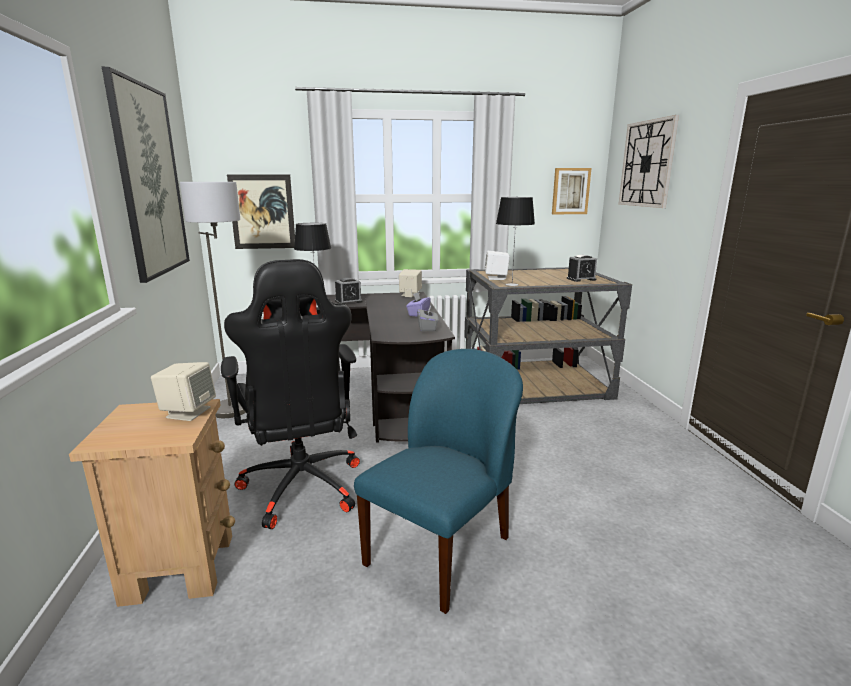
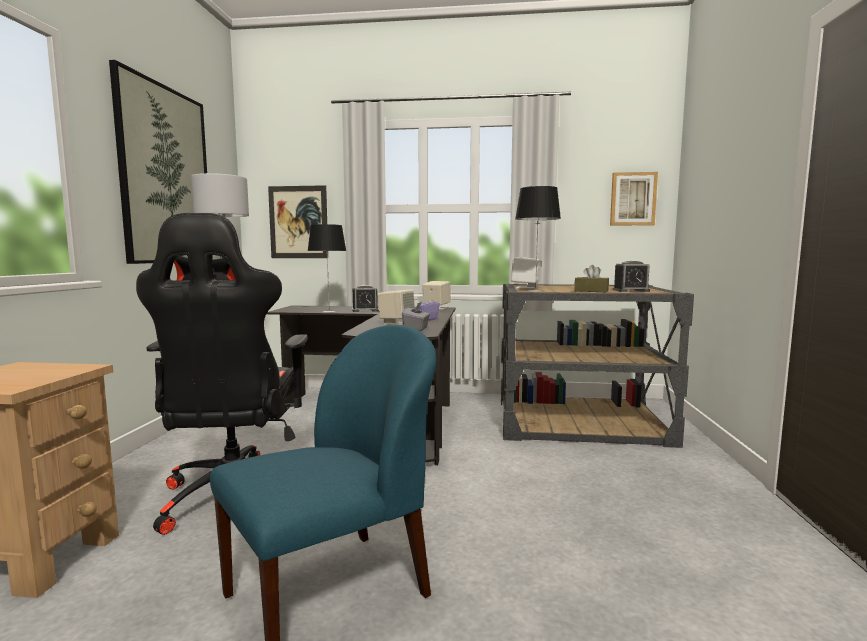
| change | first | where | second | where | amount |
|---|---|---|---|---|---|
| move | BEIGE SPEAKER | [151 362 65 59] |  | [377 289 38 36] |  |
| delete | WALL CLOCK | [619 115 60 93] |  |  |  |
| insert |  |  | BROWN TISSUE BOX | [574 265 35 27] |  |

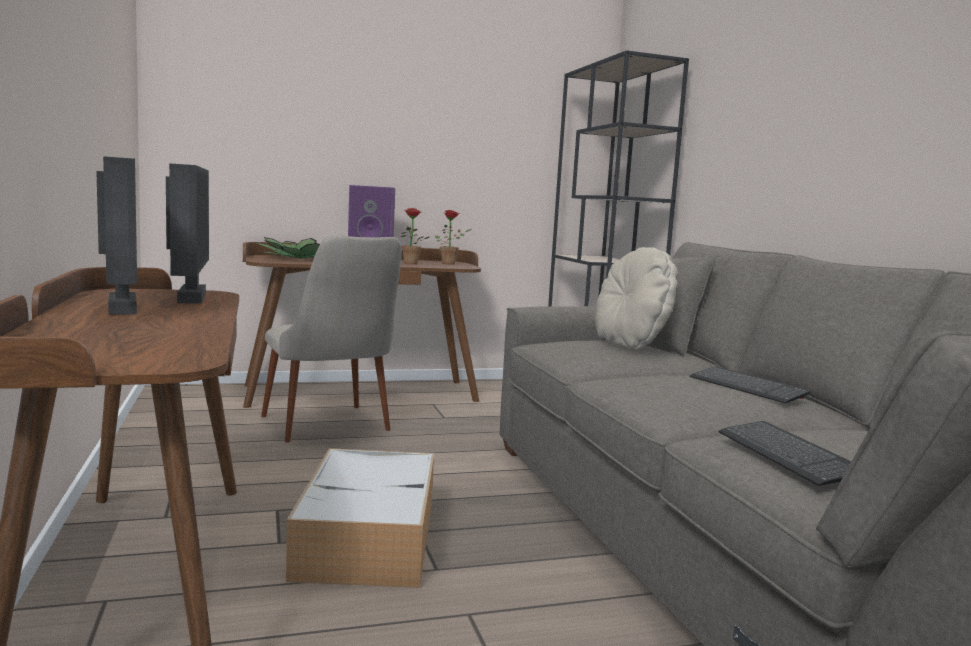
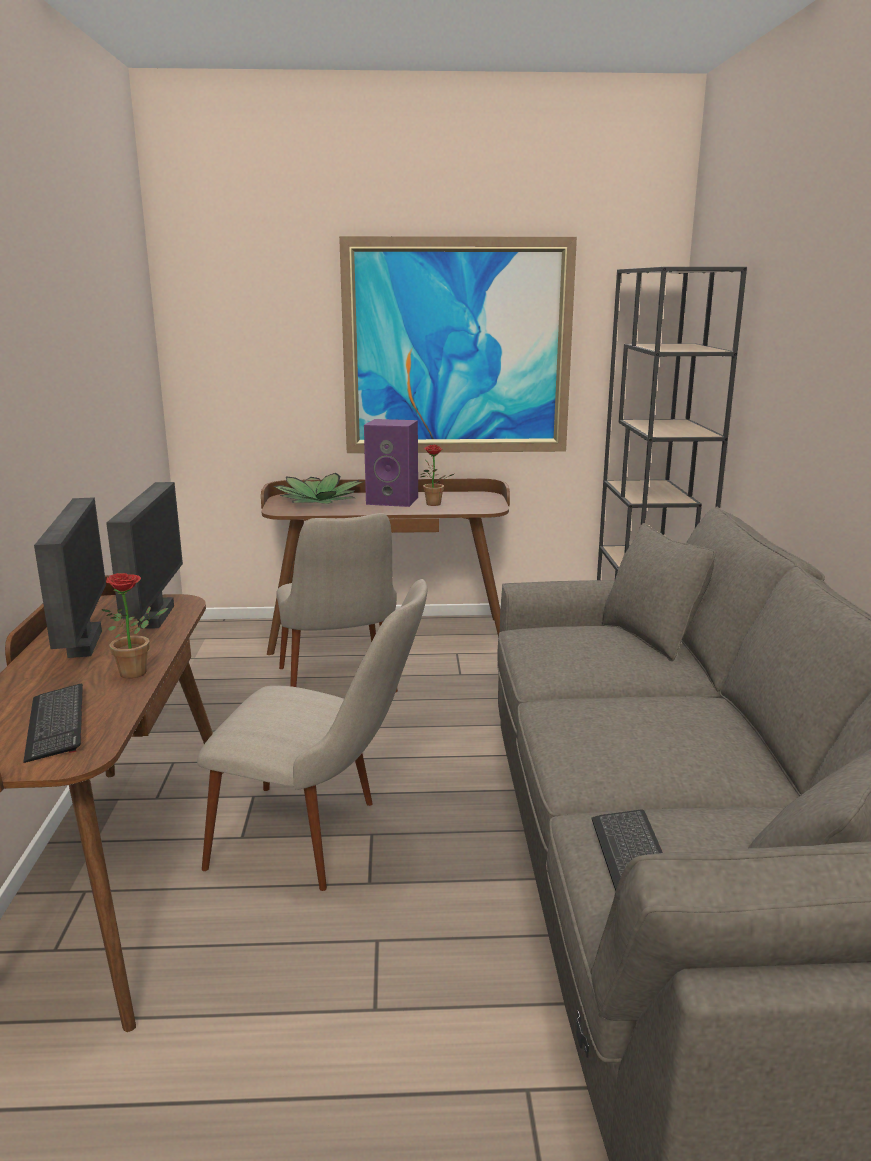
| change | first | where | second | where | amount |
|---|---|---|---|---|---|
| replace | STORAGE BOX | [286 448 148 140] | BEIGE CHAIR | [197 579 230 312] |  |
| move | POTTED PLANT | [435 210 37 54] |  | [102 573 67 106] |  |
| delete | BEIGE PILLOW | [594 247 84 103] |  |  |  |
| move | KEYBOARD | [690 366 121 38] |  | [23 683 60 80] |  |
| insert |  |  | PICTURE | [339 236 238 217] |  |

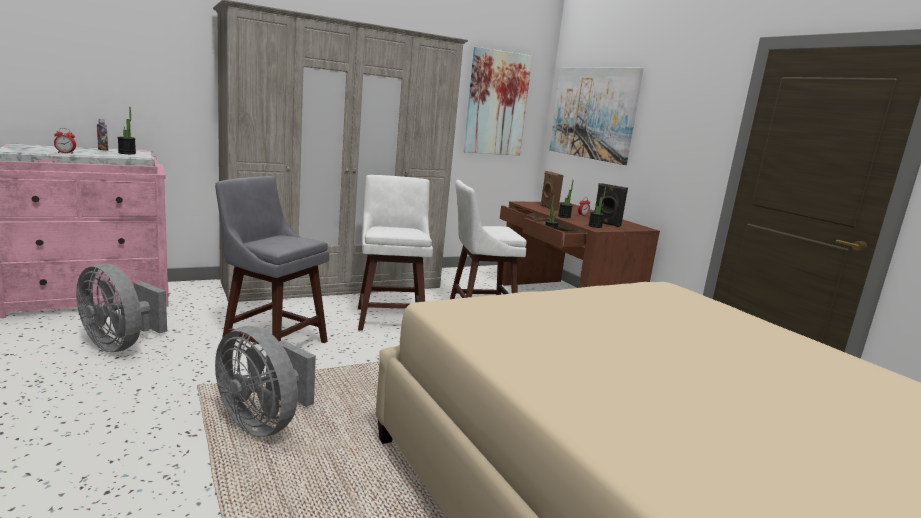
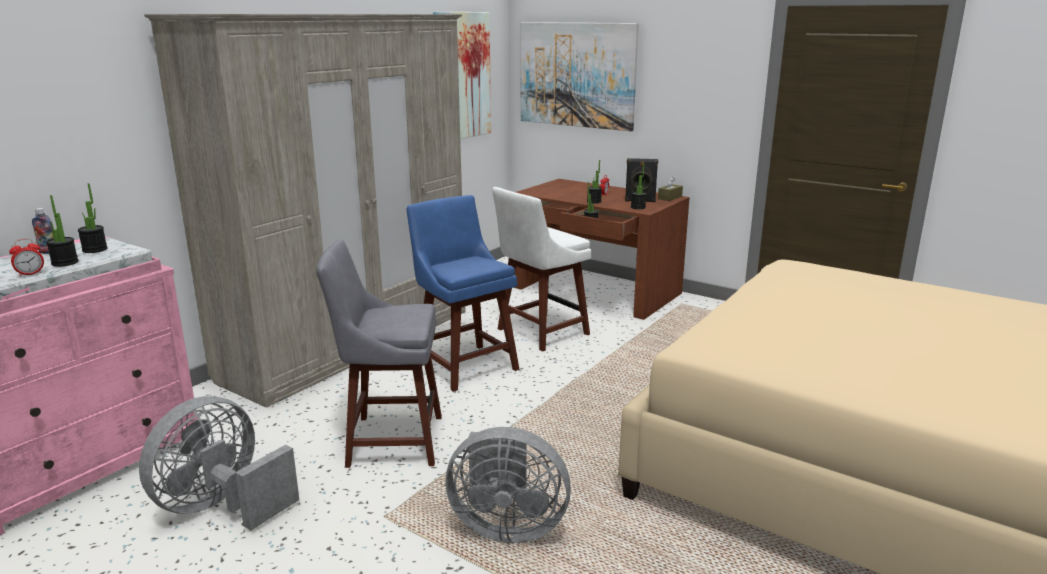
| change | first | where | second | where | amount |
|---|---|---|---|---|---|
| rotate | GREY FAN | [76 263 91 89] |  | [139 396 160 134] | 120 degrees clockwise |
| recolor | WHITE CHAIR | [358 175 75 156] | BLUE CHAIR | [407 195 113 197] |  |
| delete | BROWN SPEAKER | [540 171 23 40] |  |  |  |
| insert |  |  | POTTED PLANT | [46 195 33 72] |  |
| insert |  |  | BROWN TISSUE BOX | [658 177 25 24] |  |

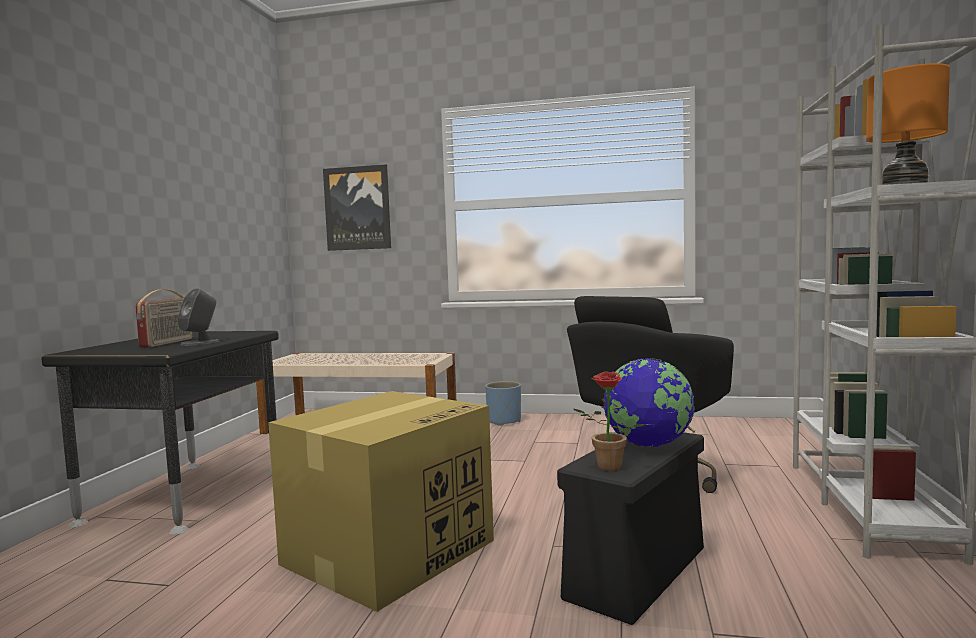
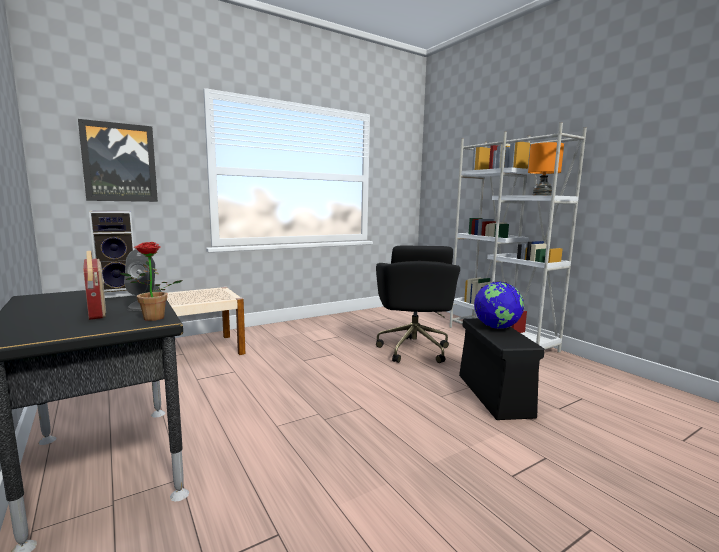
| change | first | where | second | where | amount |
|---|---|---|---|---|---|
| delete | CARDBOARD BOX | [268 391 226 221] |  |  |  |
| delete | BLUE PLANTER | [485 381 36 45] |  |  |  |
| move | POTTED PLANT | [574 371 71 100] |  | [120 242 63 79] |  |
| insert |  |  | SPEAKER | [89 211 45 87] |  |

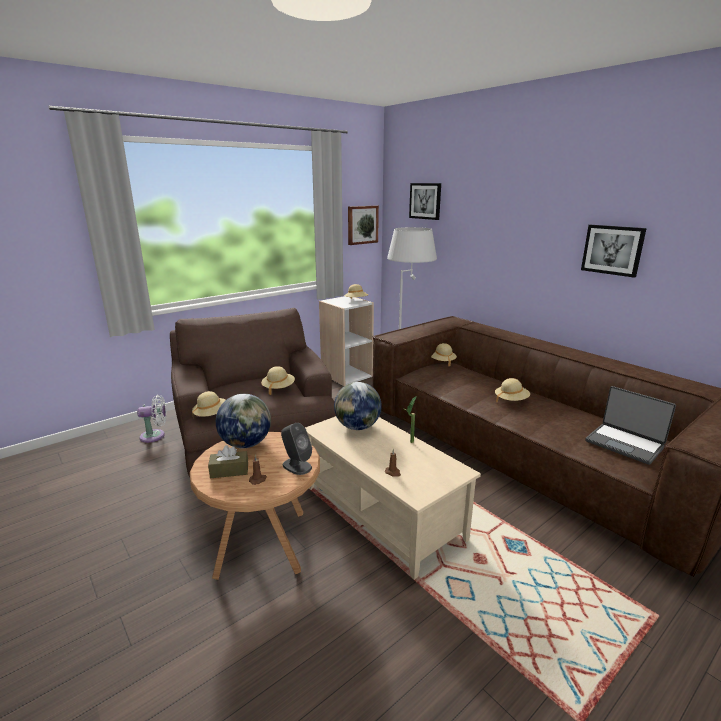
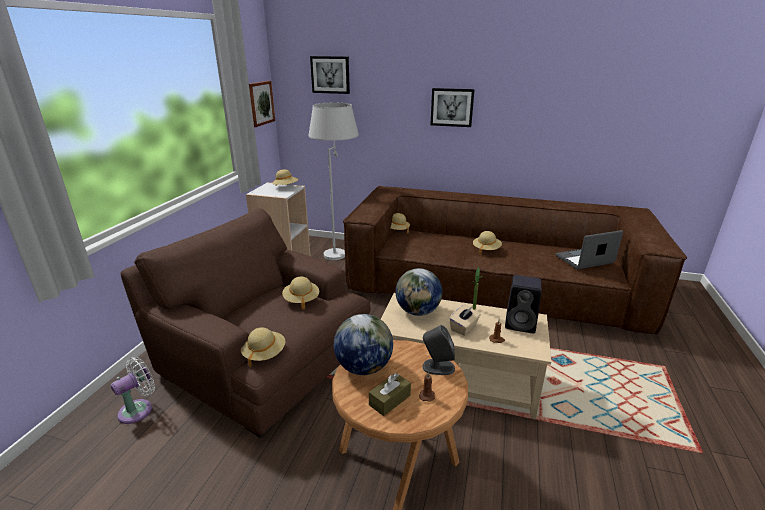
| change | first | where | second | where | amount |
|---|---|---|---|---|---|
| move | PICTURE | [581 225 66 53] |  | [430 88 45 39] |  |
| rotate | LAPTOP | [585 386 91 79] |  | [556 230 67 39] | 150 degrees clockwise |
| insert |  |  | BEIGE TISSUE BOX | [449 304 32 32] |  |
| insert |  |  | BLACK SPEAKER | [505 275 37 58] |  |

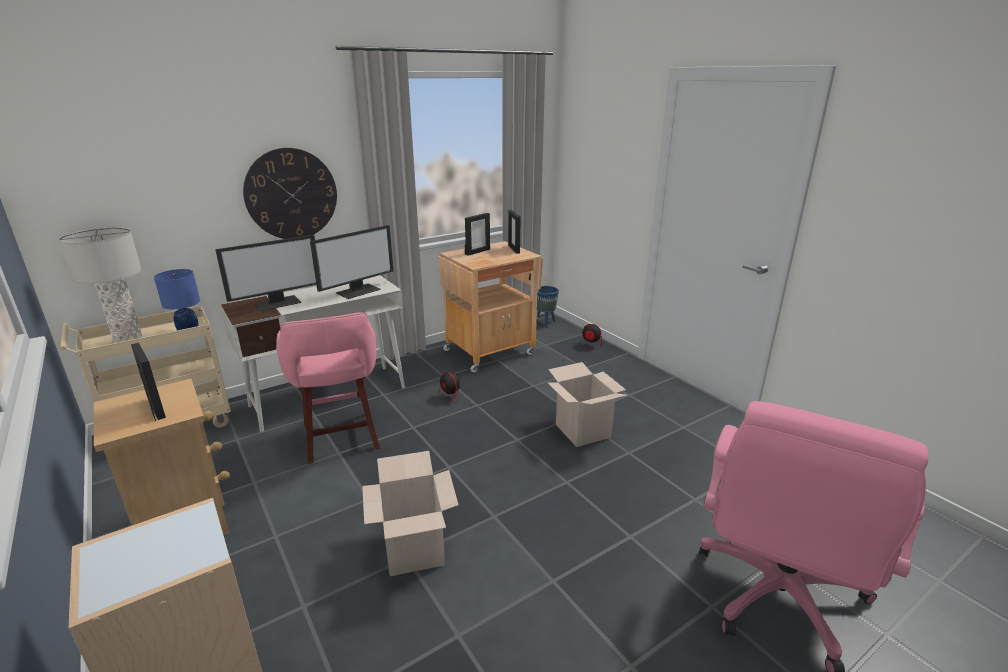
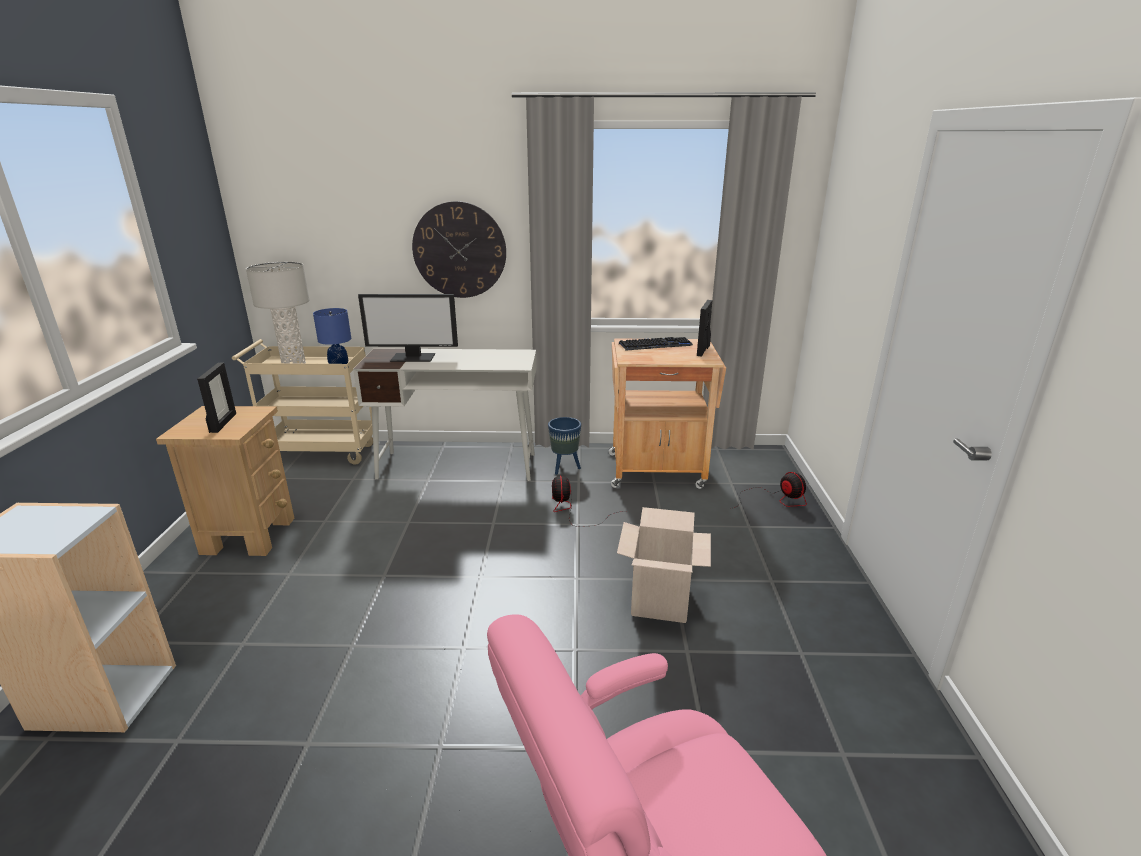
| change | first | where | second | where | amount |
|---|---|---|---|---|---|
| delete | PINK STOOL | [276 312 104 152] |  |  |  |
| delete | MONITOR | [310 225 84 74] |  |  |  |
| delete | CARDBOARD BOX | [362 451 96 125] |  |  |  |
| replace | PICTURE FRAME | [465 213 25 43] | KEYBOARD | [619 337 74 14] |  |
| move | BLUE PLANTER | [537 286 22 42] |  | [548 417 33 58] |  |

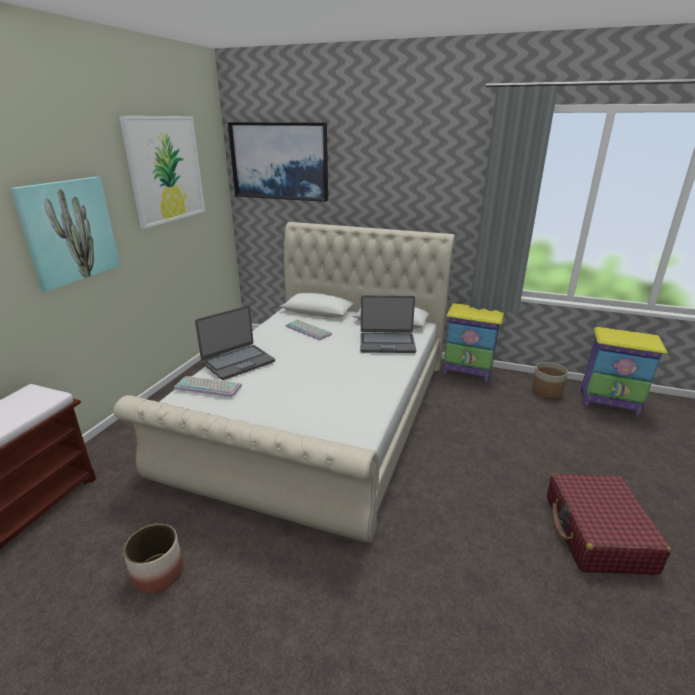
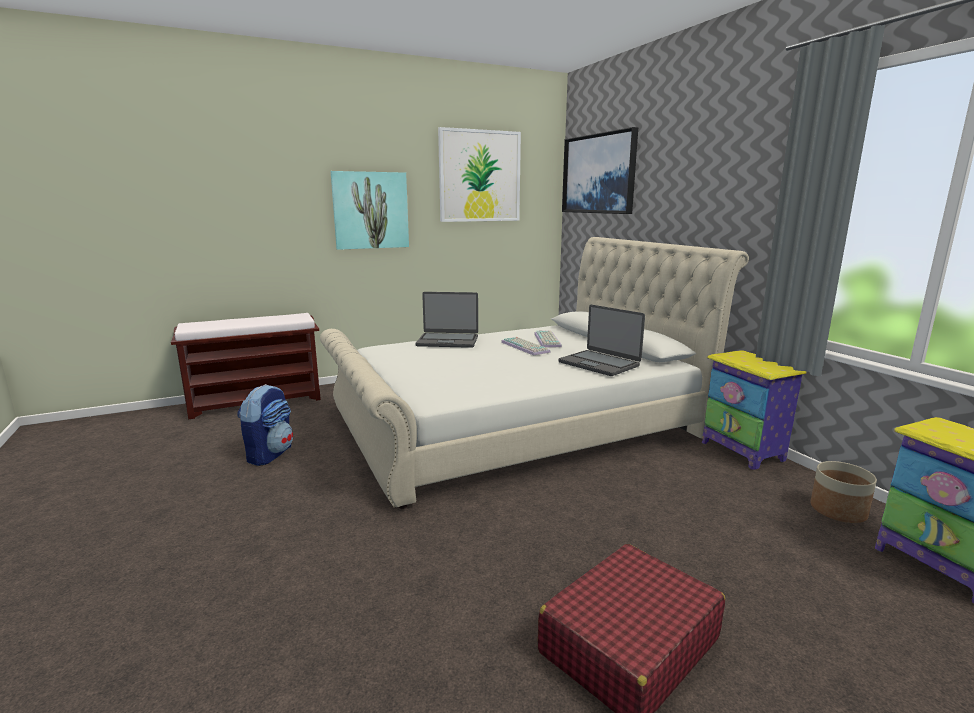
| change | first | where | second | where | amount |
|---|---|---|---|---|---|
| replace | PLANTER | [123 523 60 71] | BACKPACK | [237 384 56 82] |  |
| move | KEYBOARD | [174 376 68 21] |  | [501 337 50 18] |  |

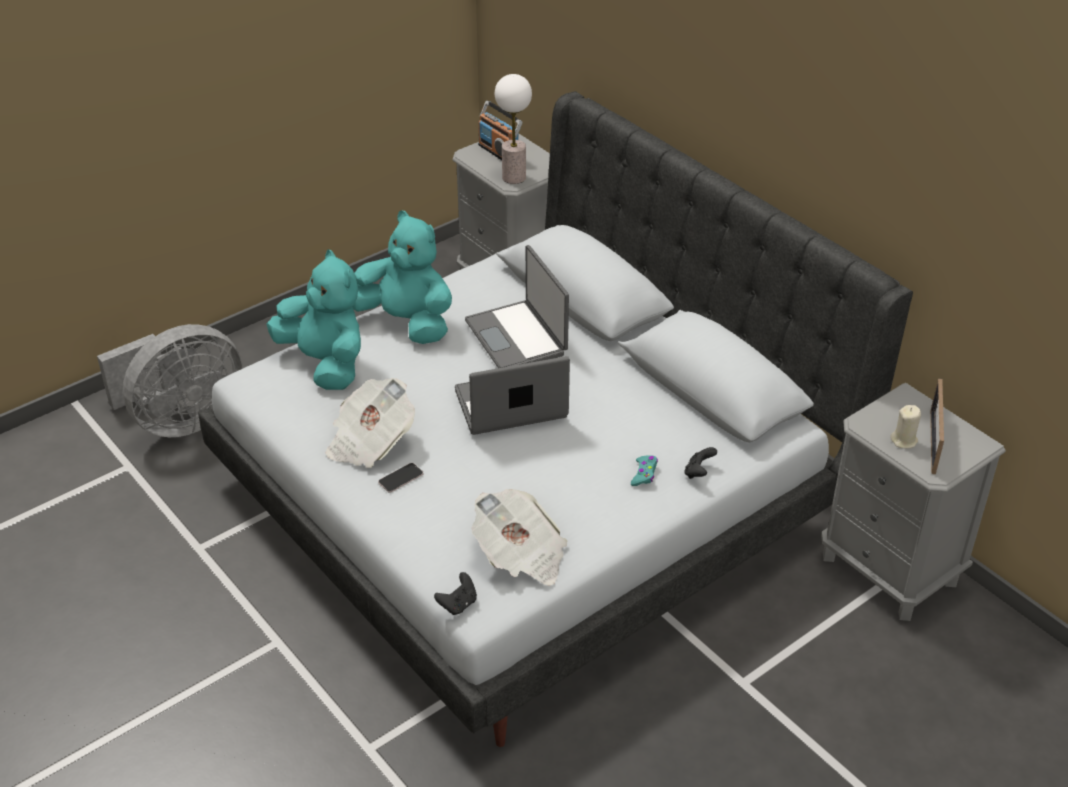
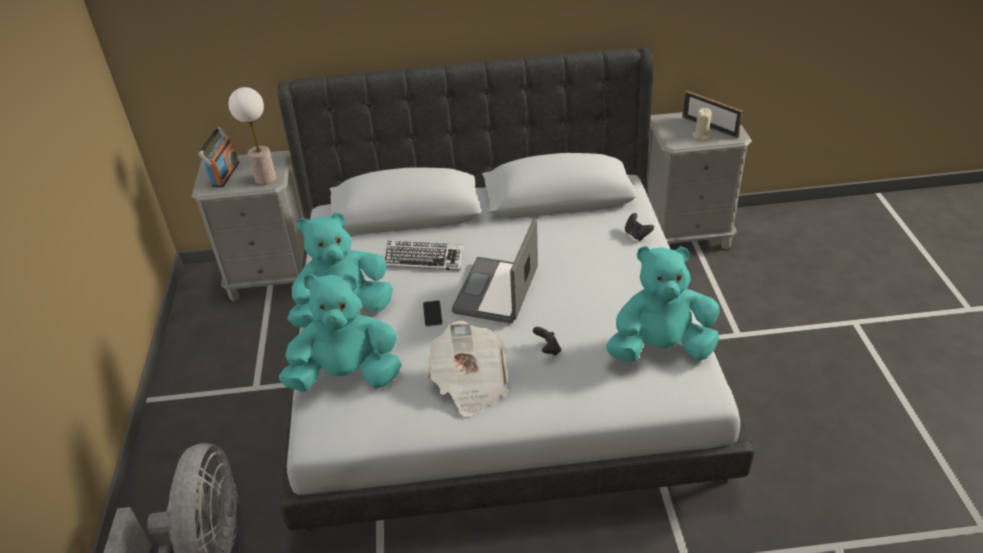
| change | first | where | second | where | amount |
|---|---|---|---|---|---|
| move | PHONE | [378 463 45 30] |  | [423 300 20 27] |  |
| move | BLACK GAME CONTROLLER | [434 572 43 43] |  | [533 327 28 28] |  |
| replace | LAPTOP | [465 245 104 123] | KEYBOARD | [384 241 80 30] |  |
| replace | NEWSPAPER | [471 489 97 97] | TURQUOISE PLUSH TOY | [606 246 114 116] |  |
| rotate | RADIO | [478 101 44 59] |  | [198 127 41 60] | 75 degrees counterclockwise |
| delete | TURQUOISE GAME CONTROLLER | [631 455 27 31] |  |  |  |

